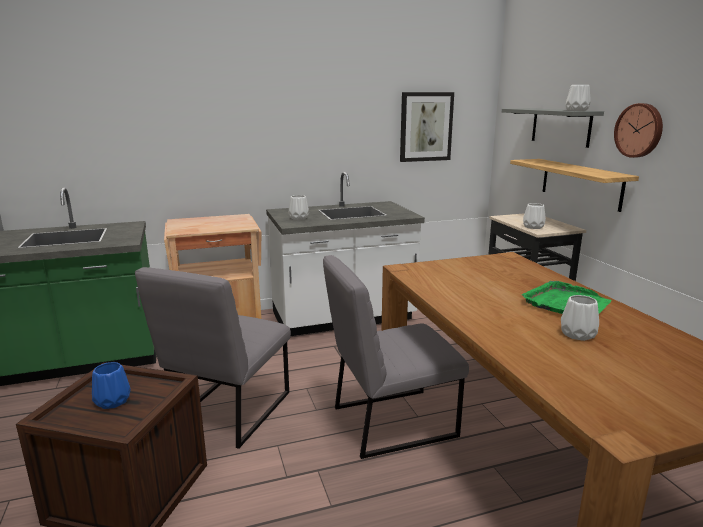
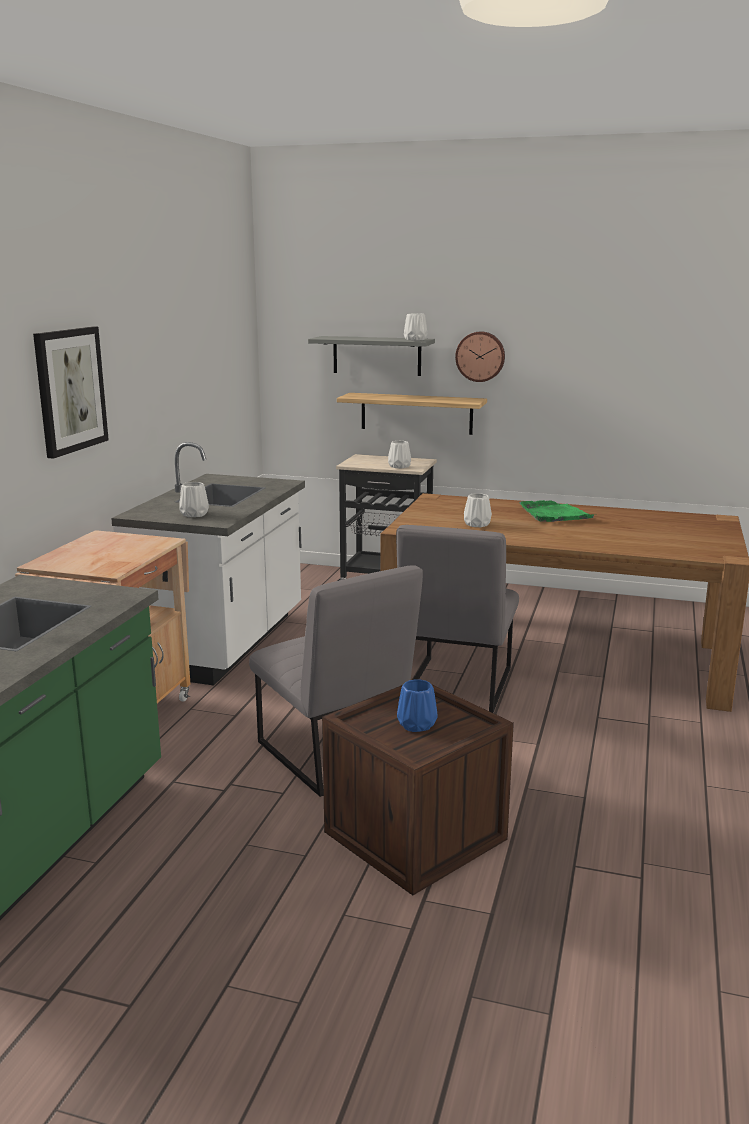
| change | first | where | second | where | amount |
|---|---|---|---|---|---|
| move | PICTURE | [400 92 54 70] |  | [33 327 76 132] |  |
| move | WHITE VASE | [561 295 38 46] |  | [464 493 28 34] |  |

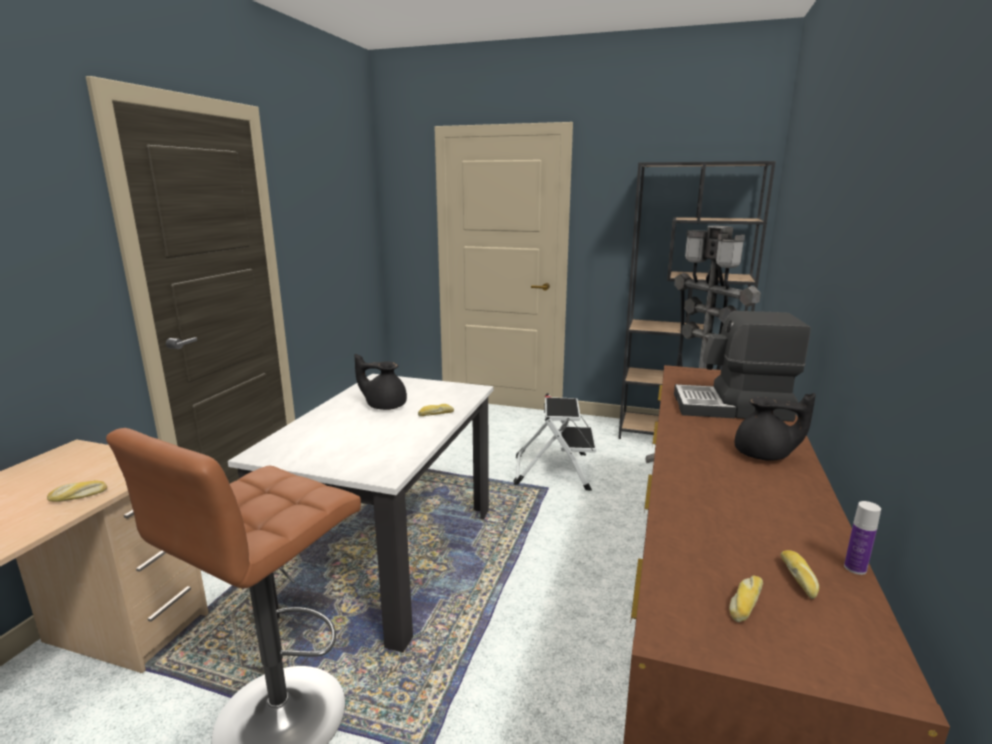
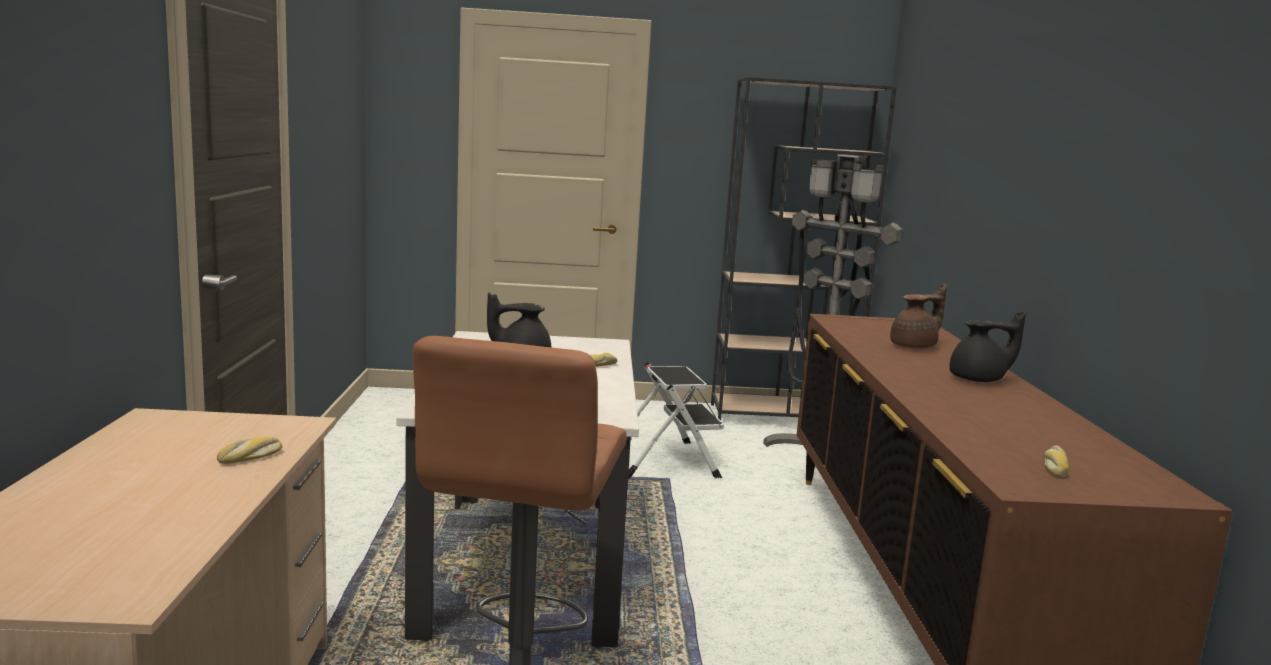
| change | first | where | second | where | amount |
|---|---|---|---|---|---|
| replace | COFFEE MACHINE | [674 311 137 111] | BROWN TEAPOT | [890 284 57 65] |  |
| delete | BREAD | [780 550 39 49] |  |  |  |
| delete | BOTTLE | [844 501 37 74] |  |  |  |

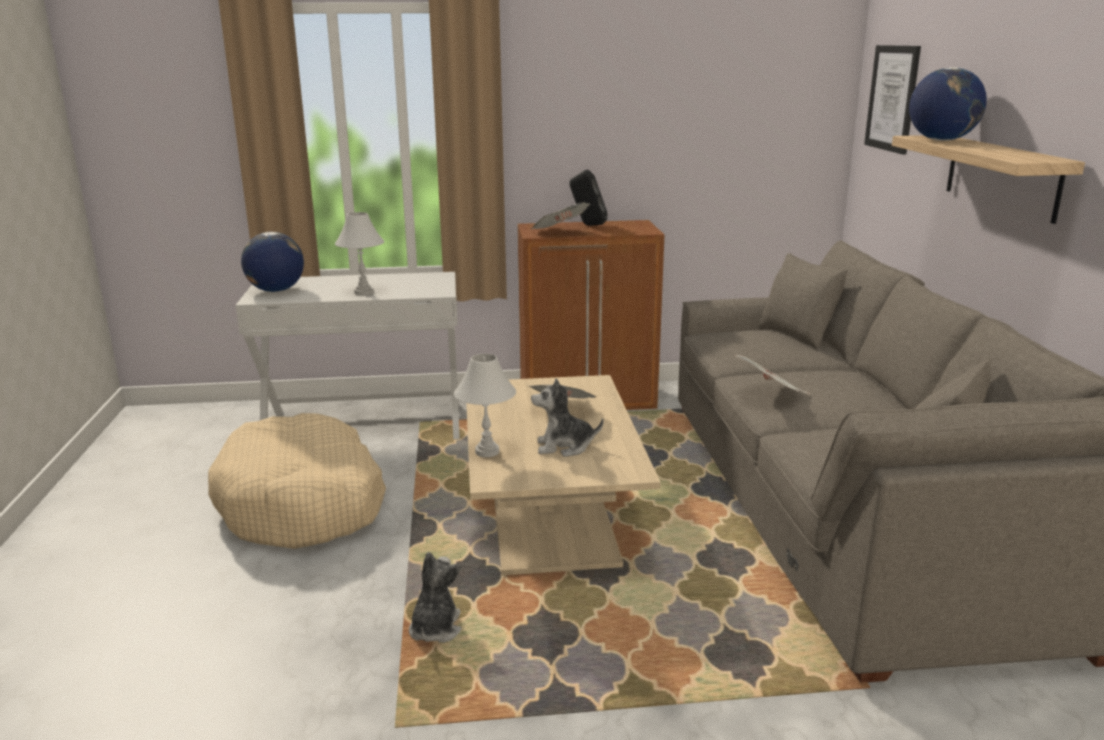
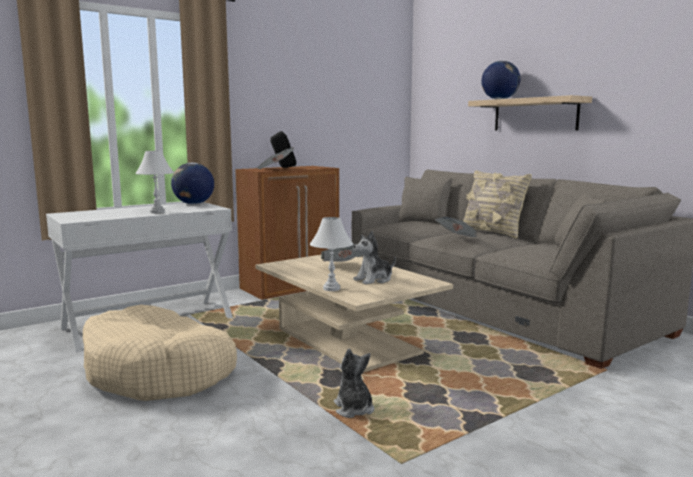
| change | first | where | second | where | amount |
|---|---|---|---|---|---|
| move | GLOBE | [241 232 63 60] |  | [171 163 43 41] |  |
| delete | PICTURE | [864 45 57 110] |  |  |  |
| insert |  |  | BEIGE PILLOW | [463 170 69 69] |  |

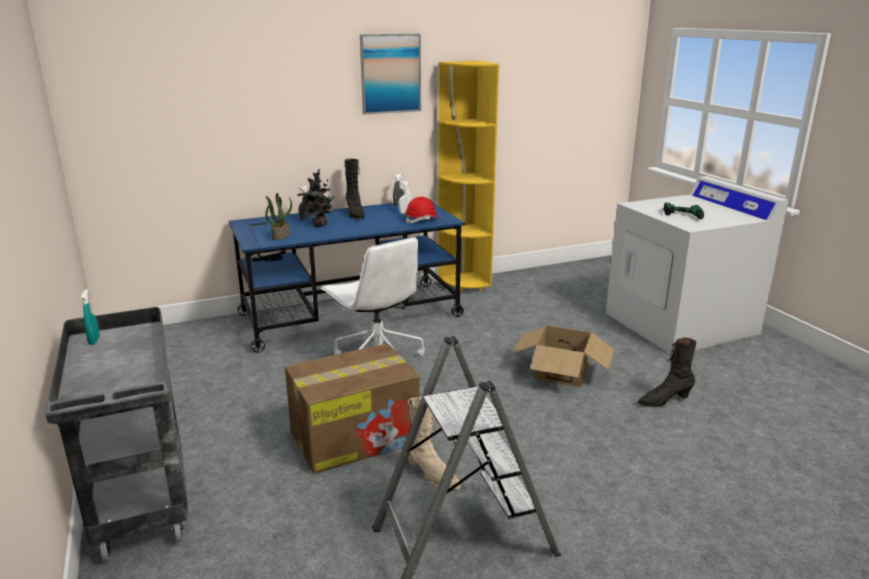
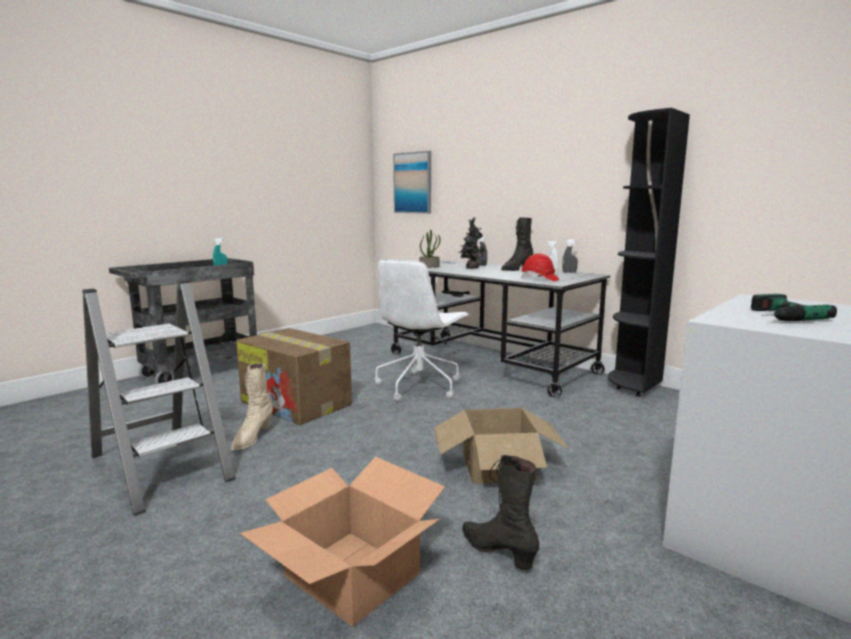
| change | first | where | second | where | amount |
|---|---|---|---|---|---|
| recolor | BLUE DESK | [229 203 236 150] | GREY DESK | [391 260 219 138] |  |
| move | PICTURE | [360 34 61 81] |  | [393 151 38 63] |  |
| recolor | YELLOW BOOKCASE | [438 61 61 230] | BLACK BOOKCASE | [608 108 82 289] |  |
| insert |  |  | CARDBOARD BOX | [240 457 205 170] |  |

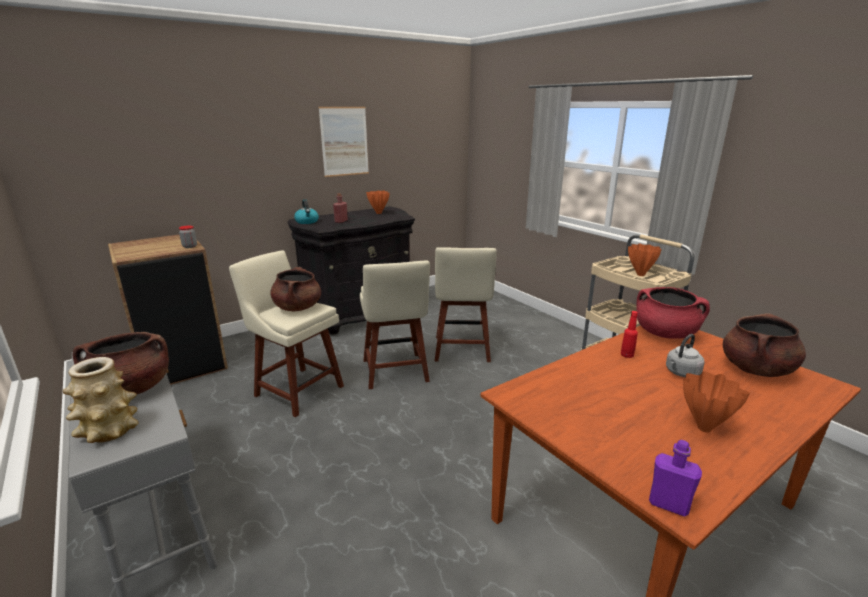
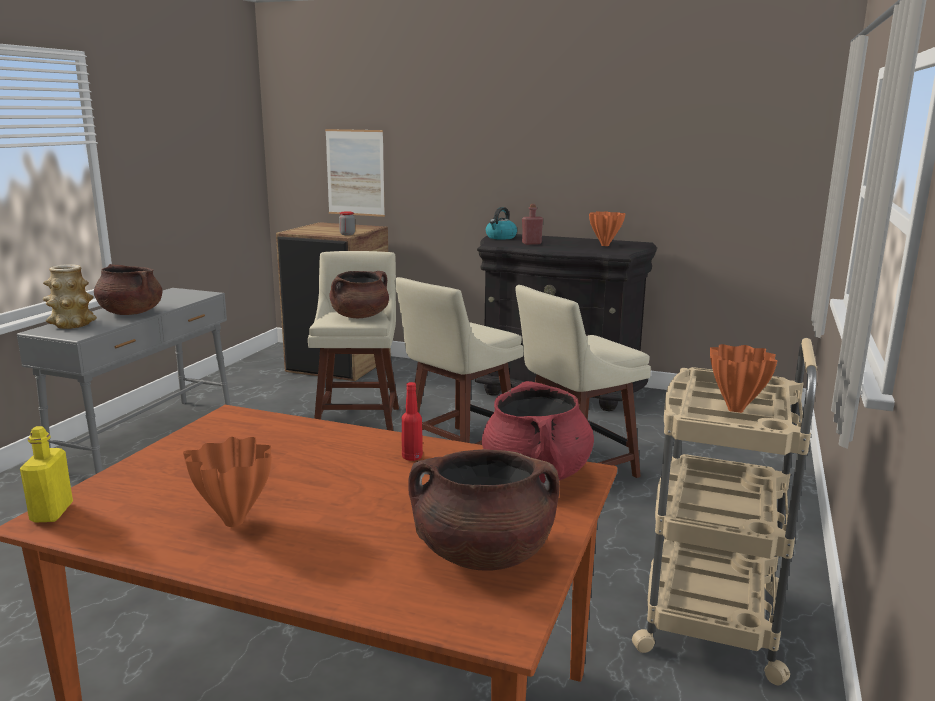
| change | first | where | second | where | amount |
|---|---|---|---|---|---|
| move | PICTURE | [318 107 51 70] |  | [325 129 60 88] |  |
| recolor | PURPLE BOTTLE | [649 440 53 76] | YELLOW BOTTLE | [20 426 53 97] |  |
| delete | GREY KETTLE | [666 334 39 43] |  |  |  |

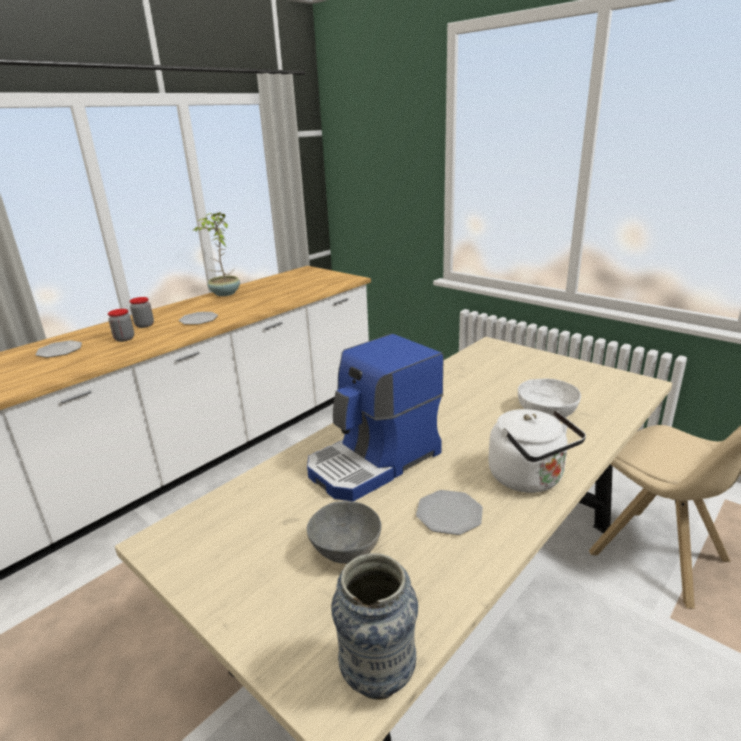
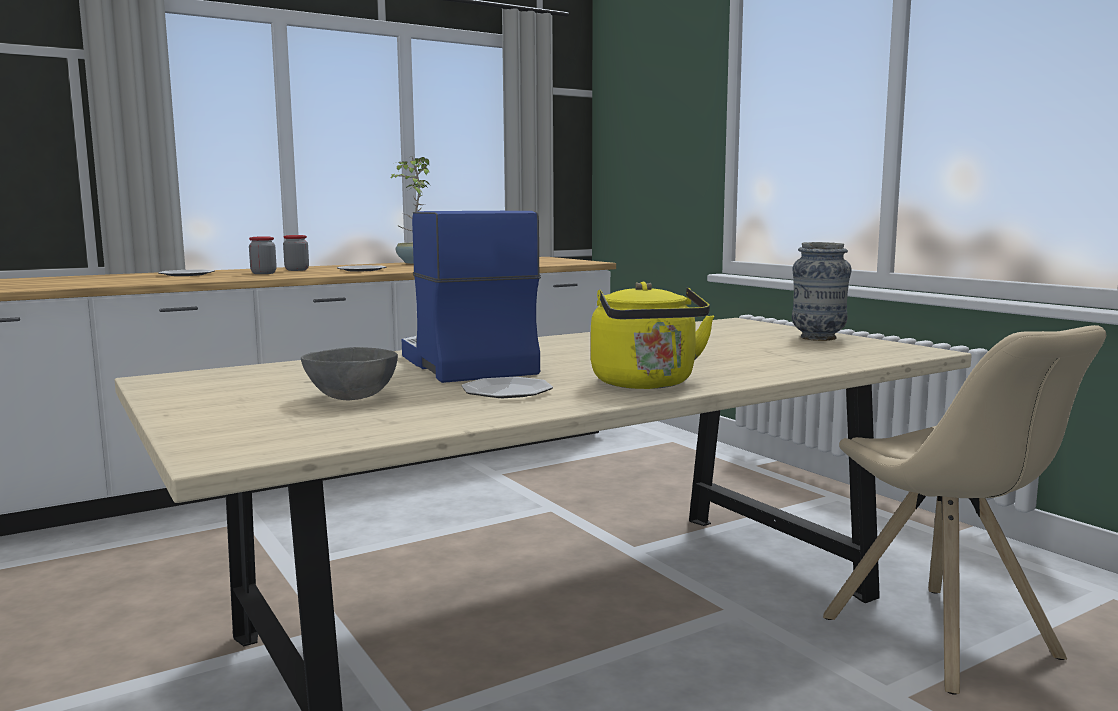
| change | first | where | second | where | amount |
|---|---|---|---|---|---|
| rotate | COFFEE MACHINE | [307 334 136 167] |  | [402 211 139 172] | 90 degrees clockwise |
| move | VASE | [331 553 87 147] |  | [792 242 60 99] |  |
| recolor | WHITE KETTLE | [488 409 98 84] | YELLOW KETTLE | [591 282 123 107] |  |
| delete | WHITE BOWL | [518 379 63 39] |  |  |  |

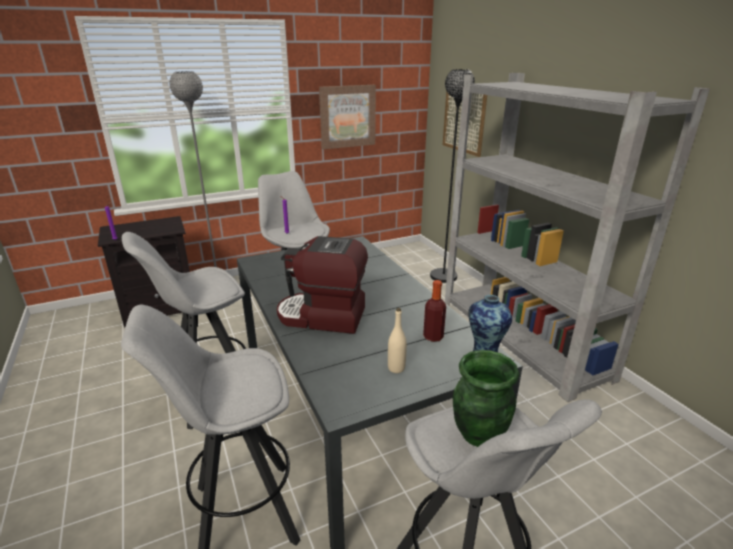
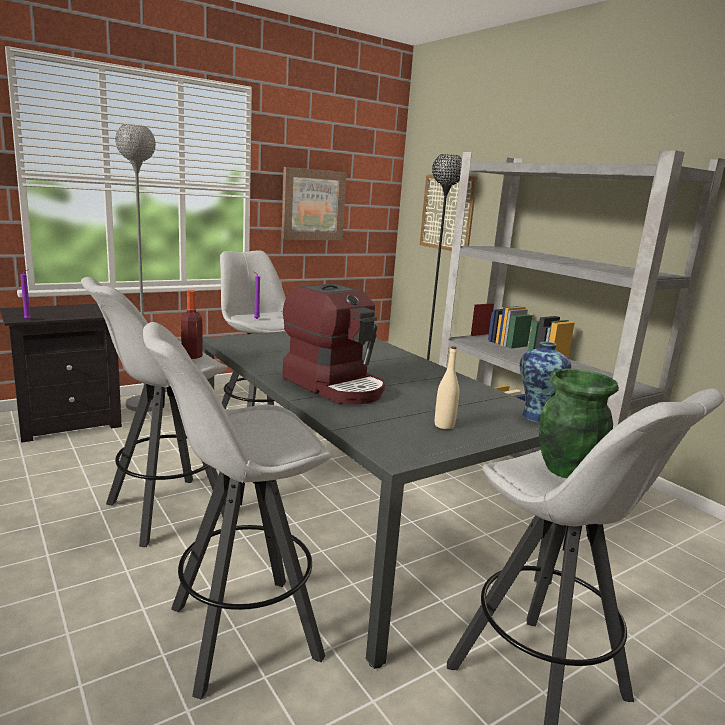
| change | first | where | second | where | amount |
|---|---|---|---|---|---|
| rotate | COFFEE MACHINE | [277 236 91 98] |  | [283 284 102 120] | 135 degrees counterclockwise |
| move | BOTTLE | [423 280 23 62] |  | [181 290 22 69] |  |

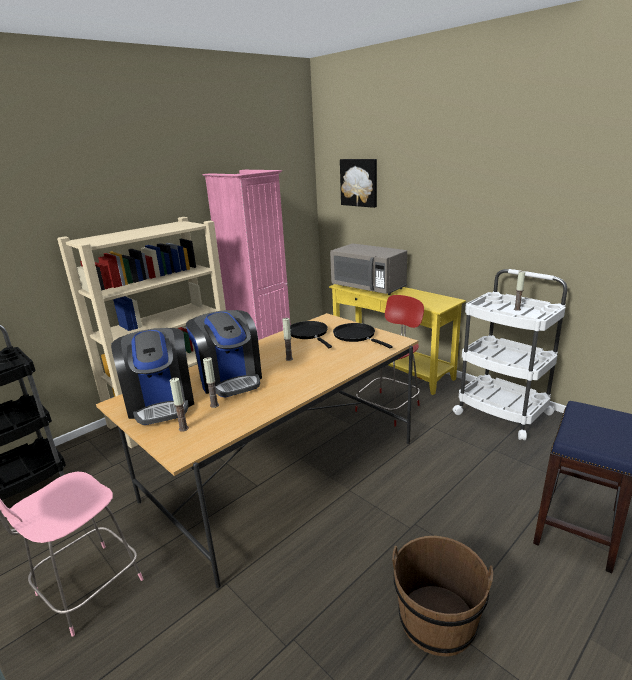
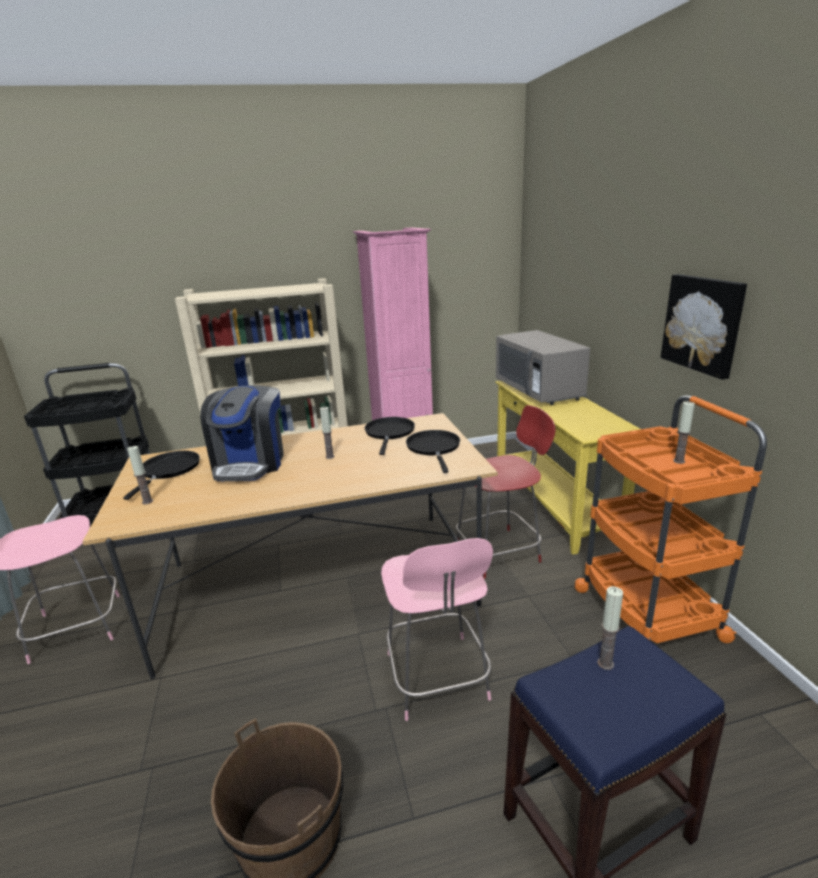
| change | first | where | second | where | amount |
|---|---|---|---|---|---|
| replace | COFFEE MACHINE | [111 328 83 97] | BLACK FRYING PAN | [123 451 77 49] |  |
| move | CANDLE | [203 357 16 51] |  | [597 586 26 84] |  |
| move | PICTURE | [340 159 37 49] |  | [660 274 87 105] |  |
| recolor | WHITE CART | [453 269 114 171] | ORANGE CART | [575 395 192 248] |  |
| insert |  |  | PINK CHAIR | [381 538 112 183] |  |

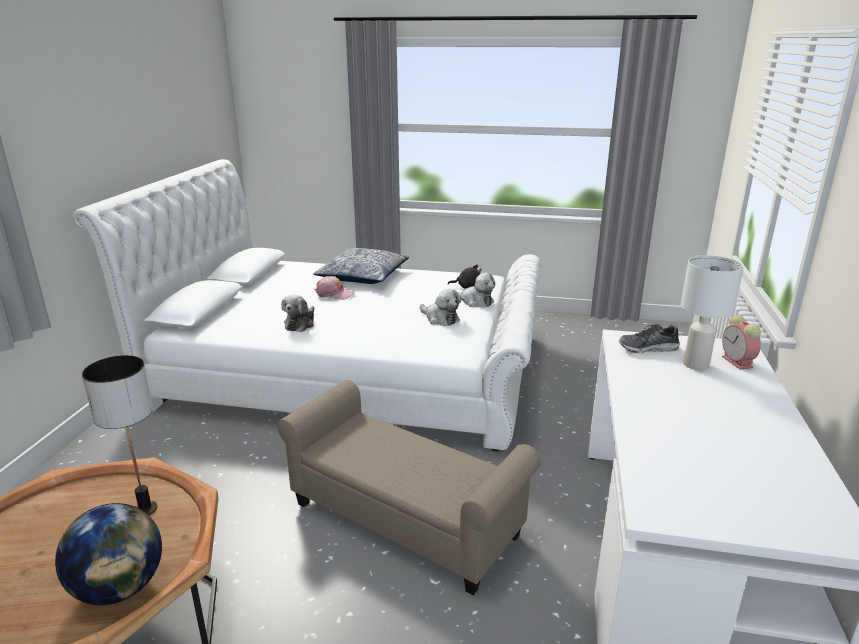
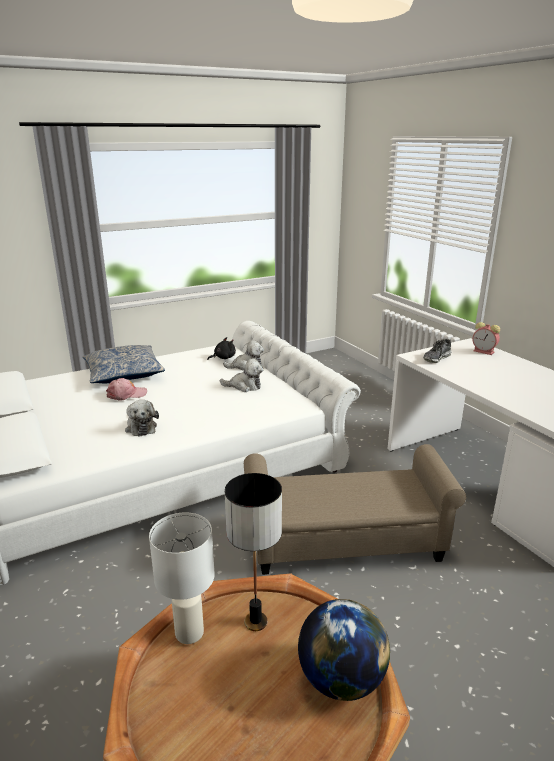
| change | first | where | second | where | amount |
|---|---|---|---|---|---|
| move | WHITE TABLE LAMP | [681 255 63 115] |  | [149 512 66 132] |  |

